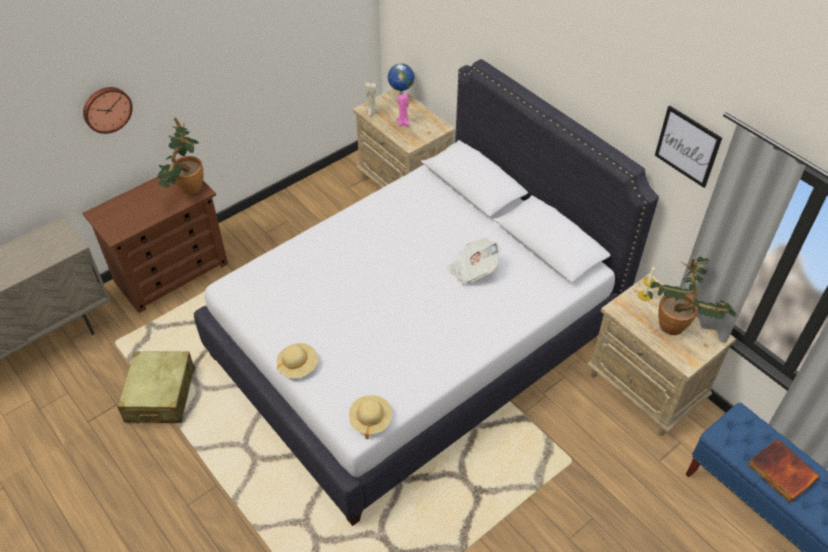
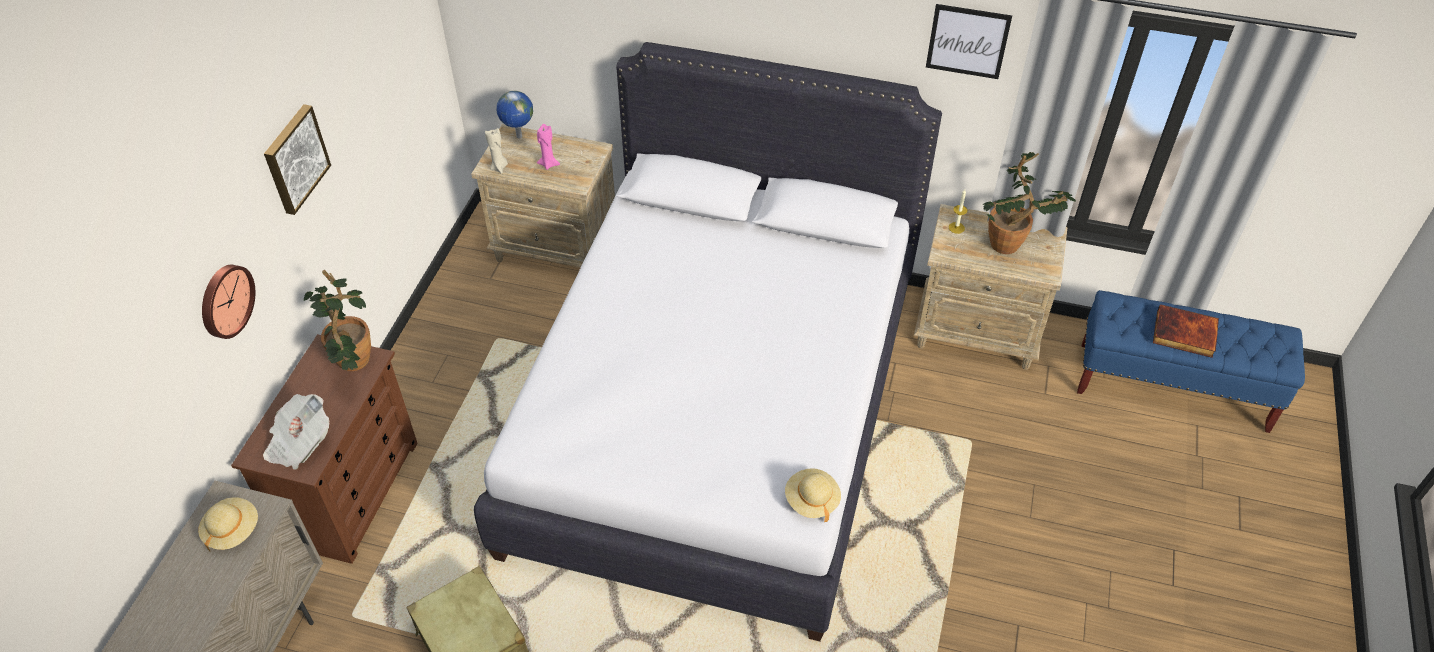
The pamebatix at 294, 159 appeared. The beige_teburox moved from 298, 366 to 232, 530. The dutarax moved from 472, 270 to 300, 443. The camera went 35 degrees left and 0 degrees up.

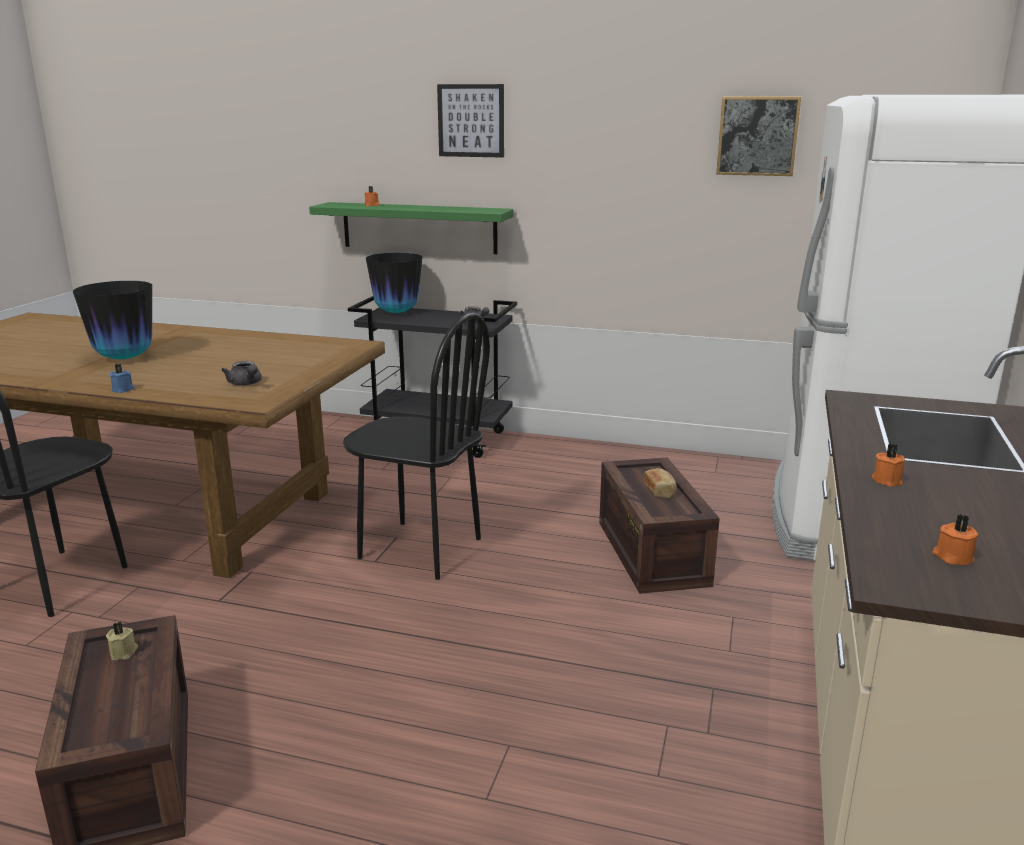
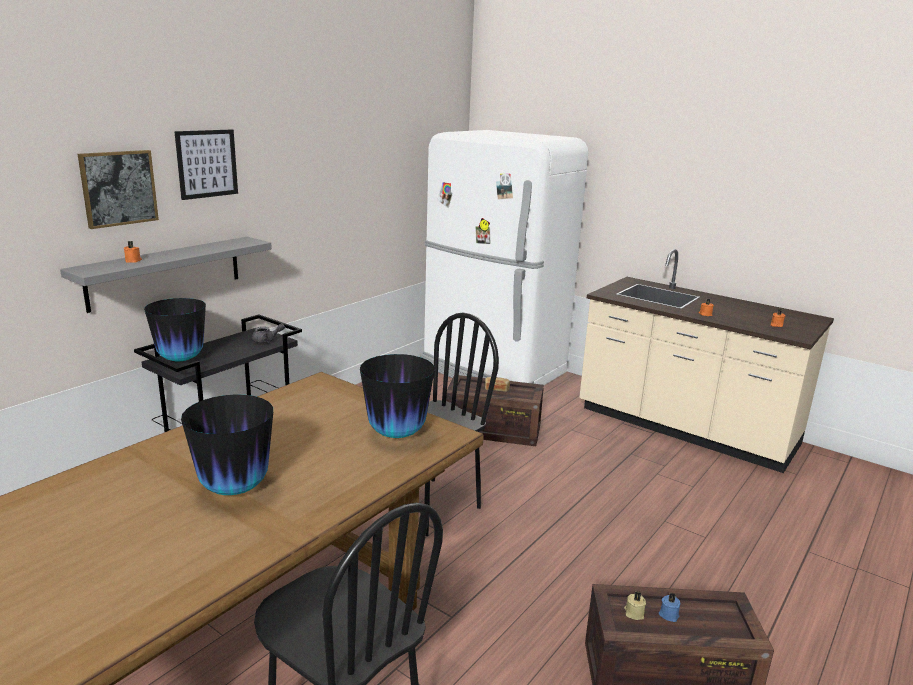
The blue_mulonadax moved from 123, 389 to 668, 614. The pamebatix moved from 757, 136 to 118, 188. The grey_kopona at 246, 384 was replaced by the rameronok at 397, 434. The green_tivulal at 419, 227 became the grey_tivulal at 166, 272. The camera went 70 degrees left and 0 degrees up.

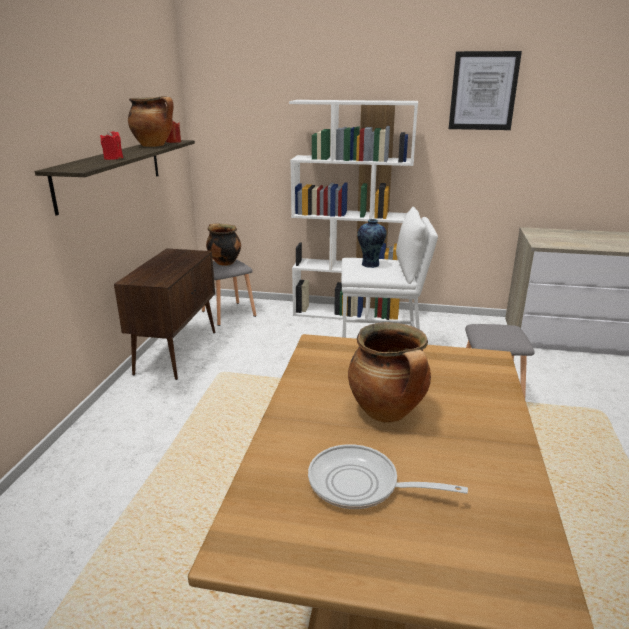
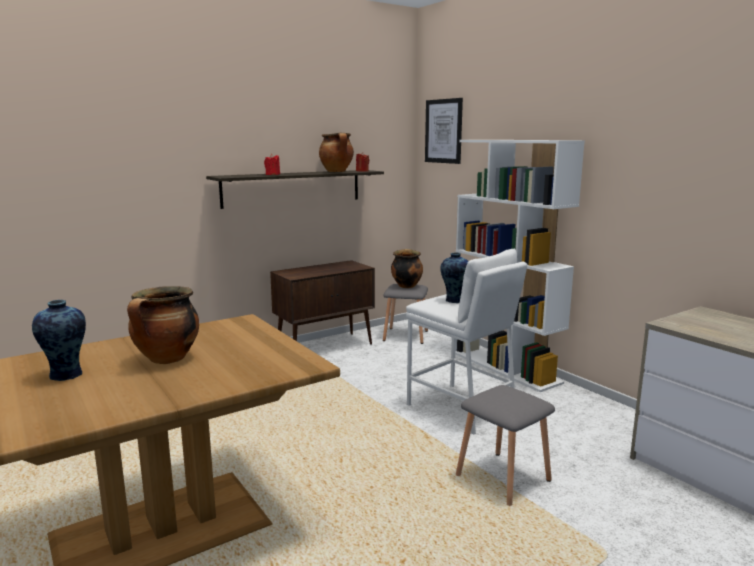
The pamebatix moved from 483, 91 to 443, 131. The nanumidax at 361, 485 was replaced by the rameronok at 66, 375. The camera went 45 degrees right and 10 degrees down.

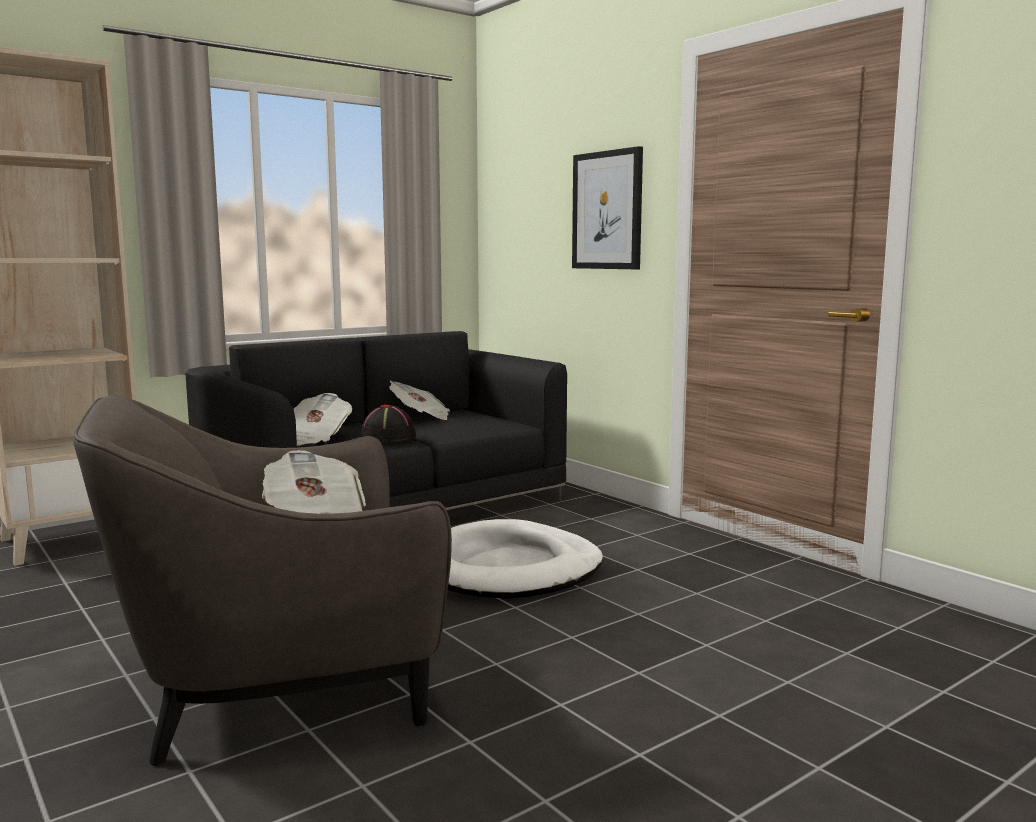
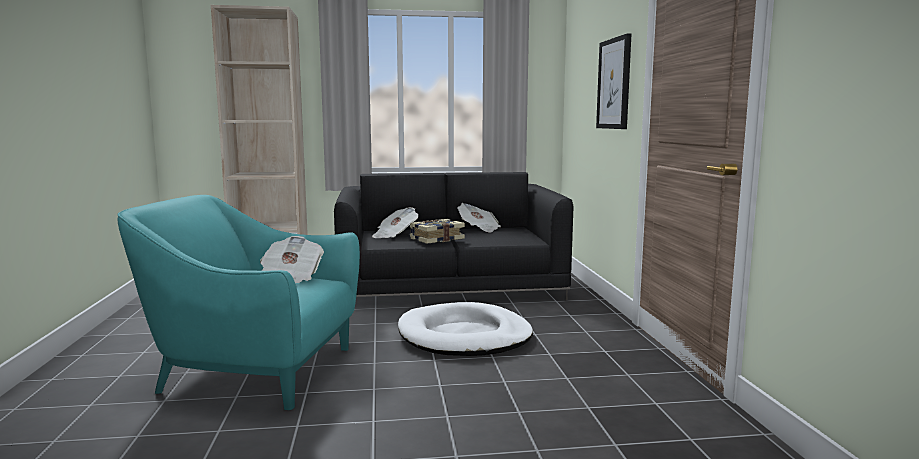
The black_teburox at 389, 437 was replaced by the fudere at 436, 239. The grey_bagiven at 278, 684 became the turquoise_bagiven at 255, 370. The camera went 30 degrees right and 0 degrees up.

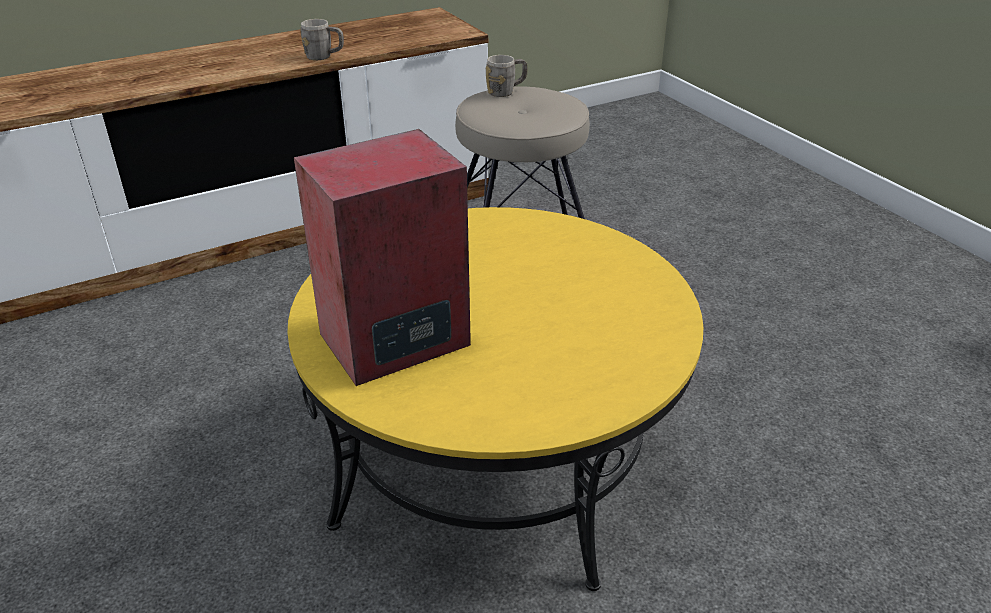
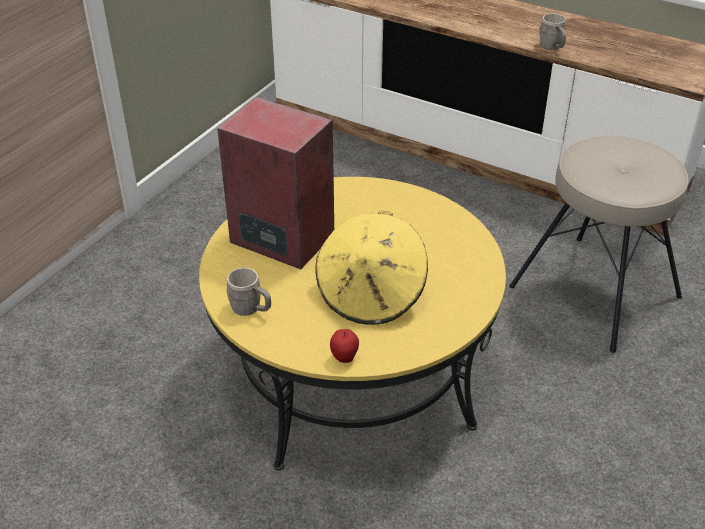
The yellow_teburox at 371, 294 appeared. The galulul at 344, 357 appeared. The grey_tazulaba moved from 506, 91 to 251, 309. The camera went 60 degrees right and 5 degrees up.

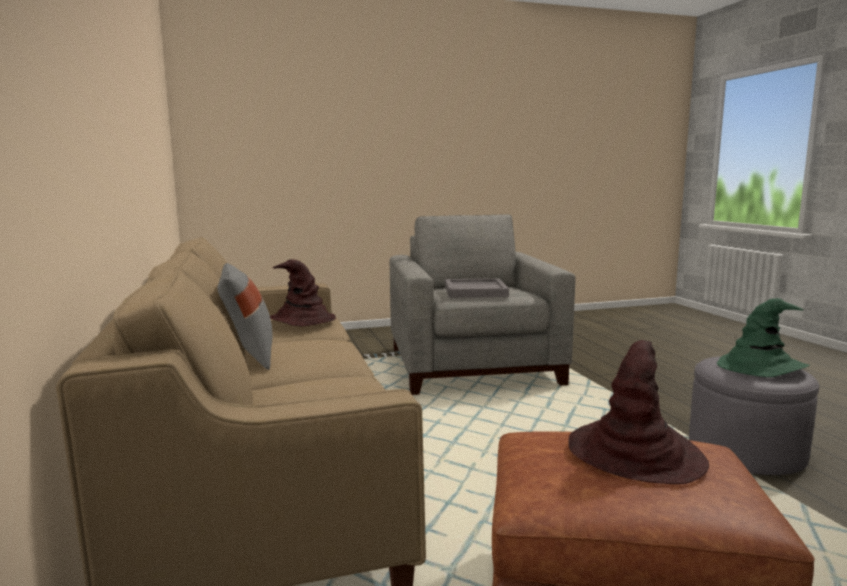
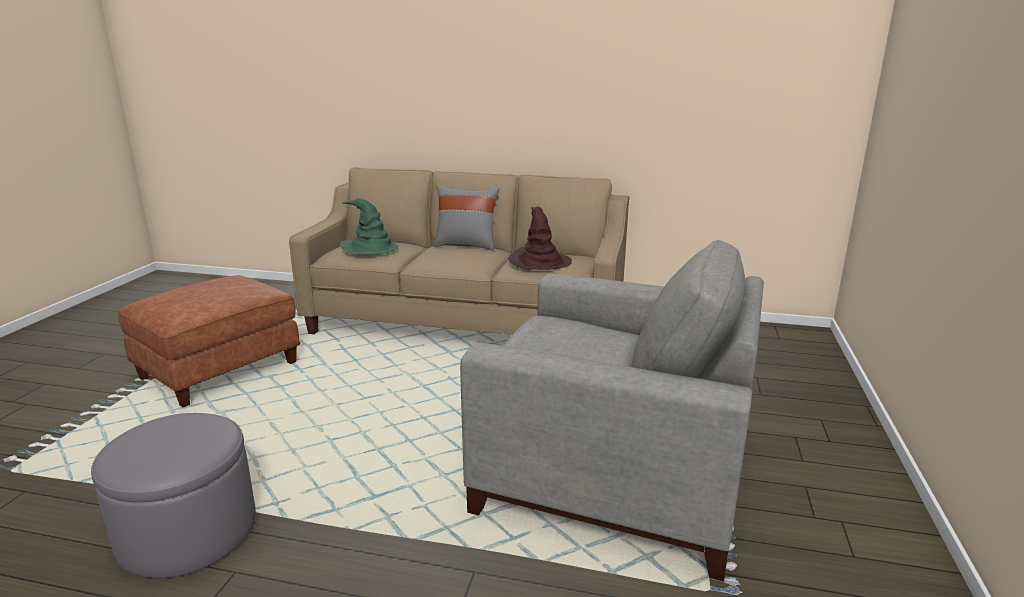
The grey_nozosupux at 476, 291 disappeared. The brown_teburox at 635, 453 disappeared. The green_teburox moved from 760, 367 to 370, 248. The camera went 120 degrees right and 10 degrees up.

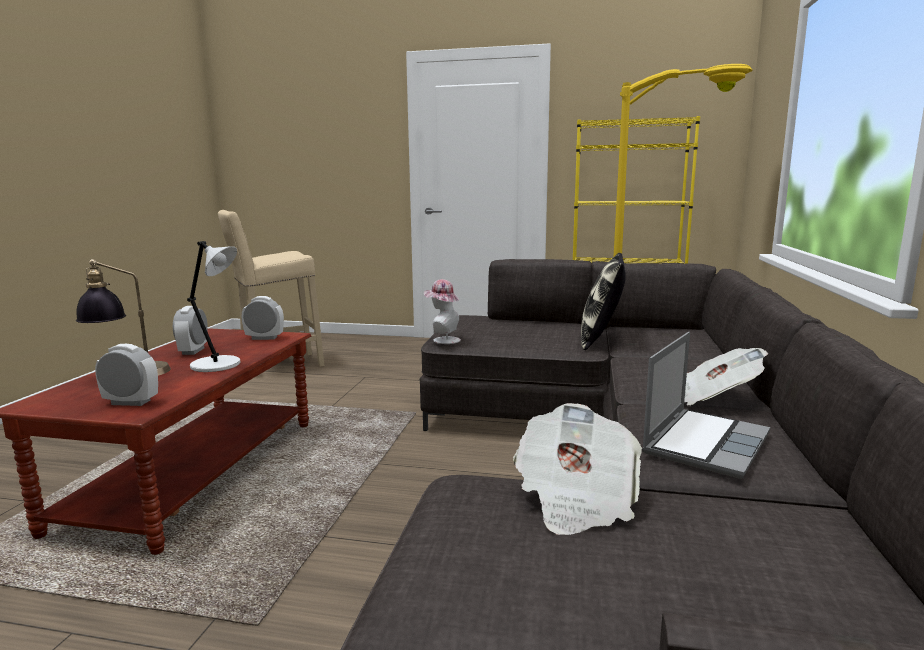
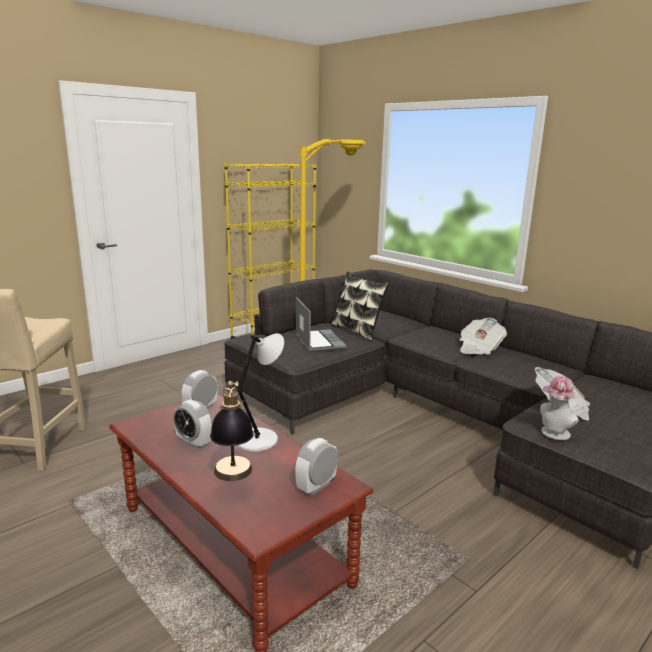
The teburox moved from 443, 340 to 553, 434. The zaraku moved from 705, 443 to 318, 341. The camera went 55 degrees left and 5 degrees up.

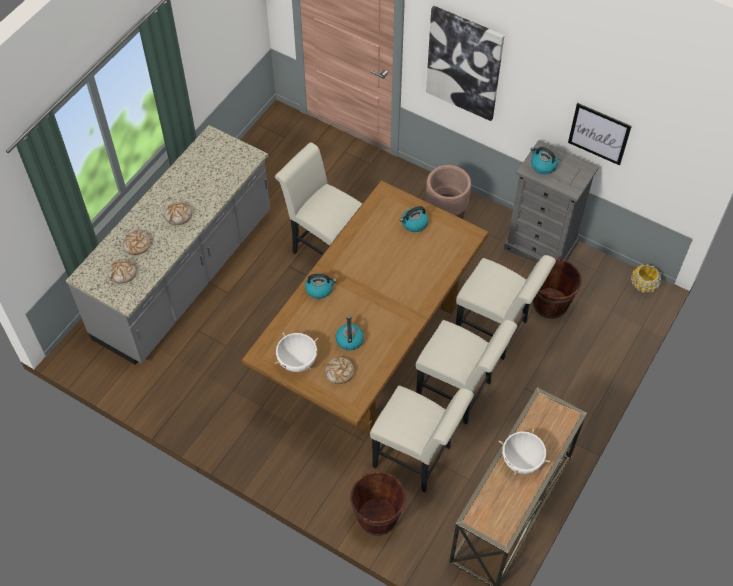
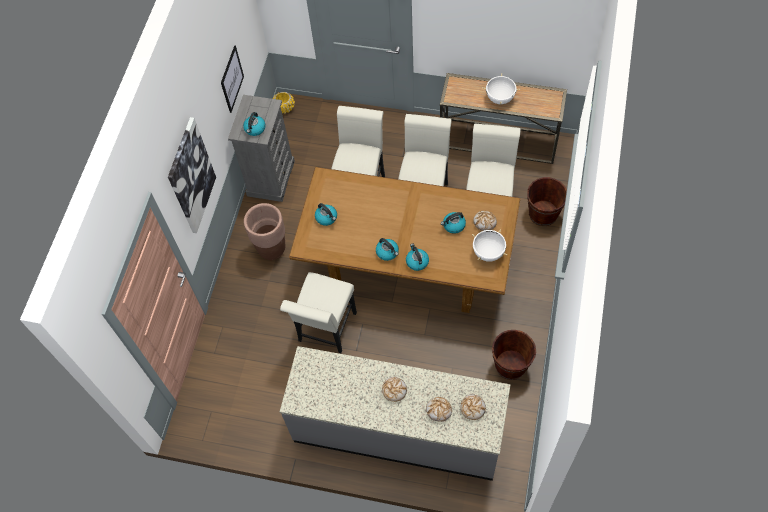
The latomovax at 387, 252 appeared. The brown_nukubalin moved from 550, 304 to 510, 365. The camera went 105 degrees left and 5 degrees up.

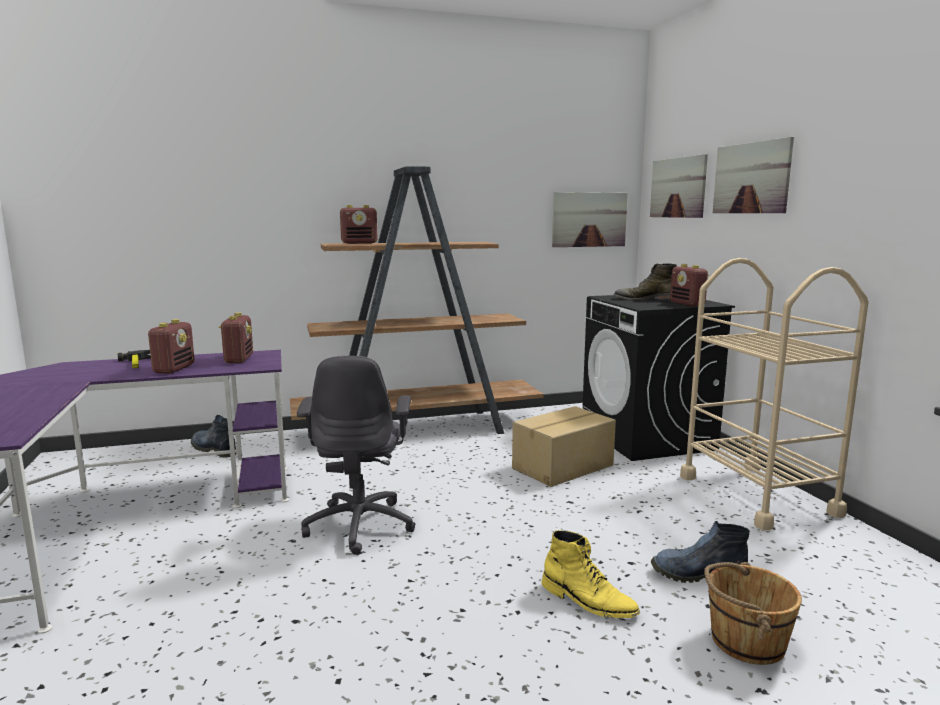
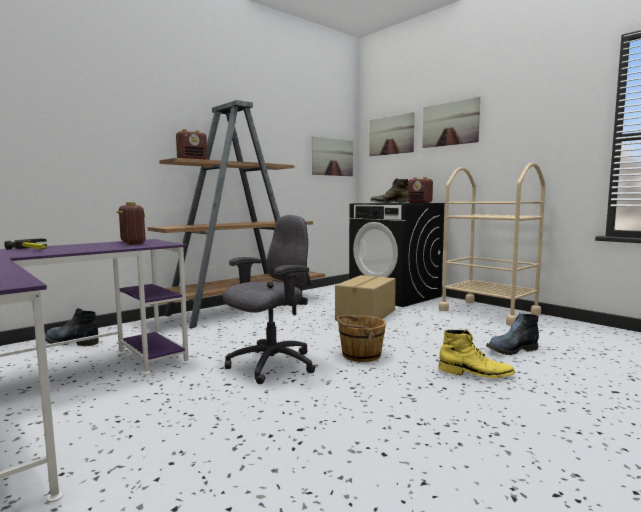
The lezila at 174, 369 disappeared. The brown_nukubalin moved from 745, 641 to 360, 355. The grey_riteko at 360, 525 turned 105 degrees counterclockwise. The camera went 25 degrees left and 5 degrees down.

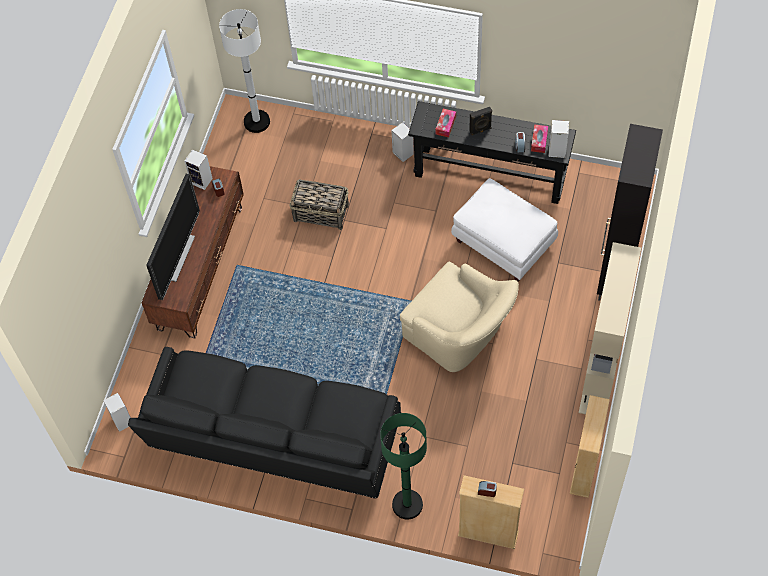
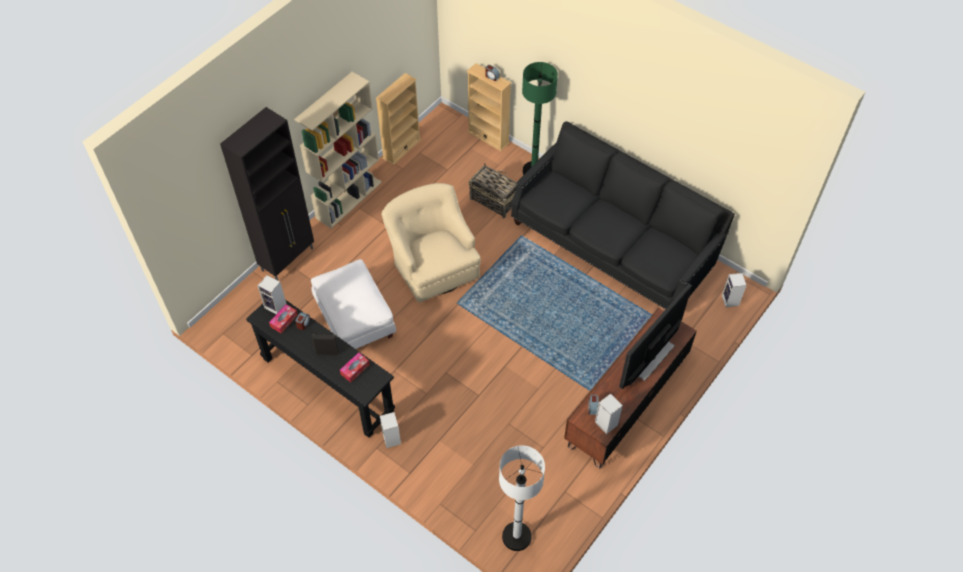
The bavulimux moved from 321, 213 to 493, 200. The camera went 160 degrees left and 5 degrees down.

